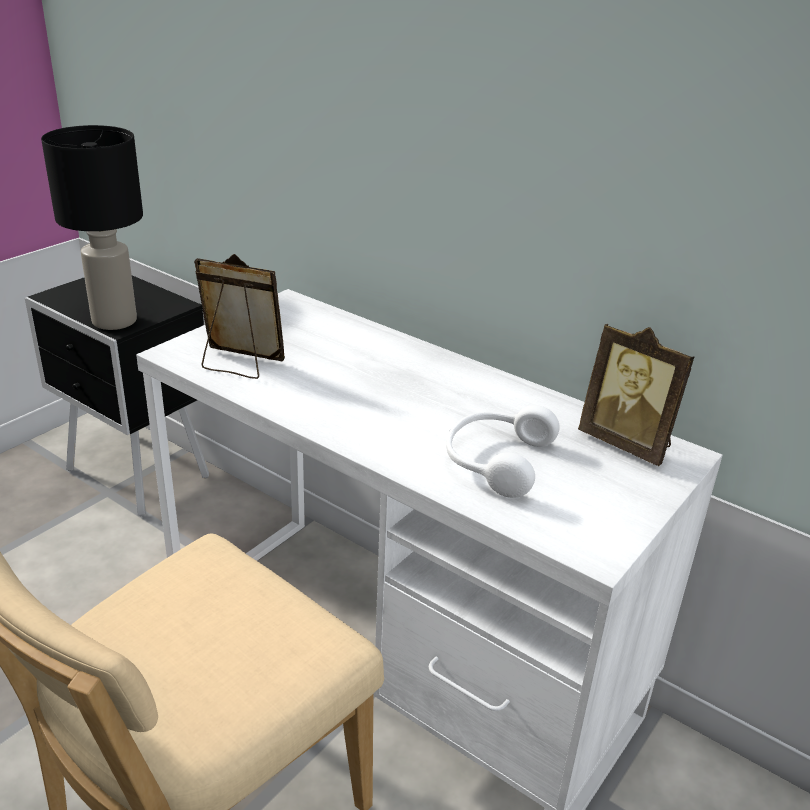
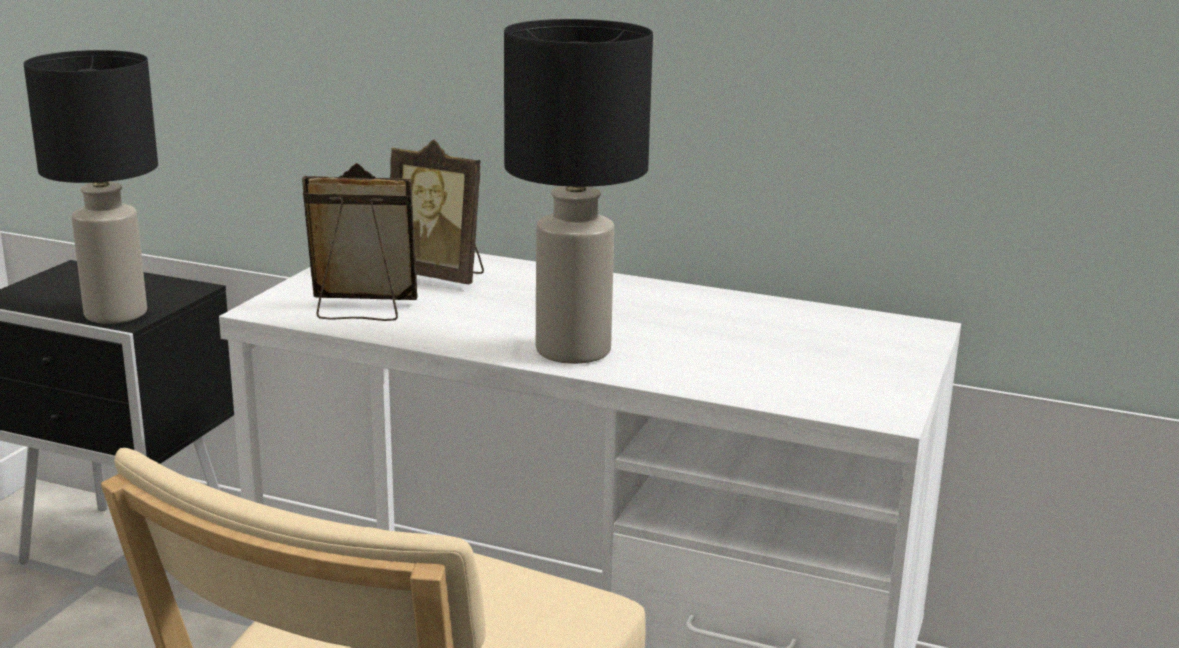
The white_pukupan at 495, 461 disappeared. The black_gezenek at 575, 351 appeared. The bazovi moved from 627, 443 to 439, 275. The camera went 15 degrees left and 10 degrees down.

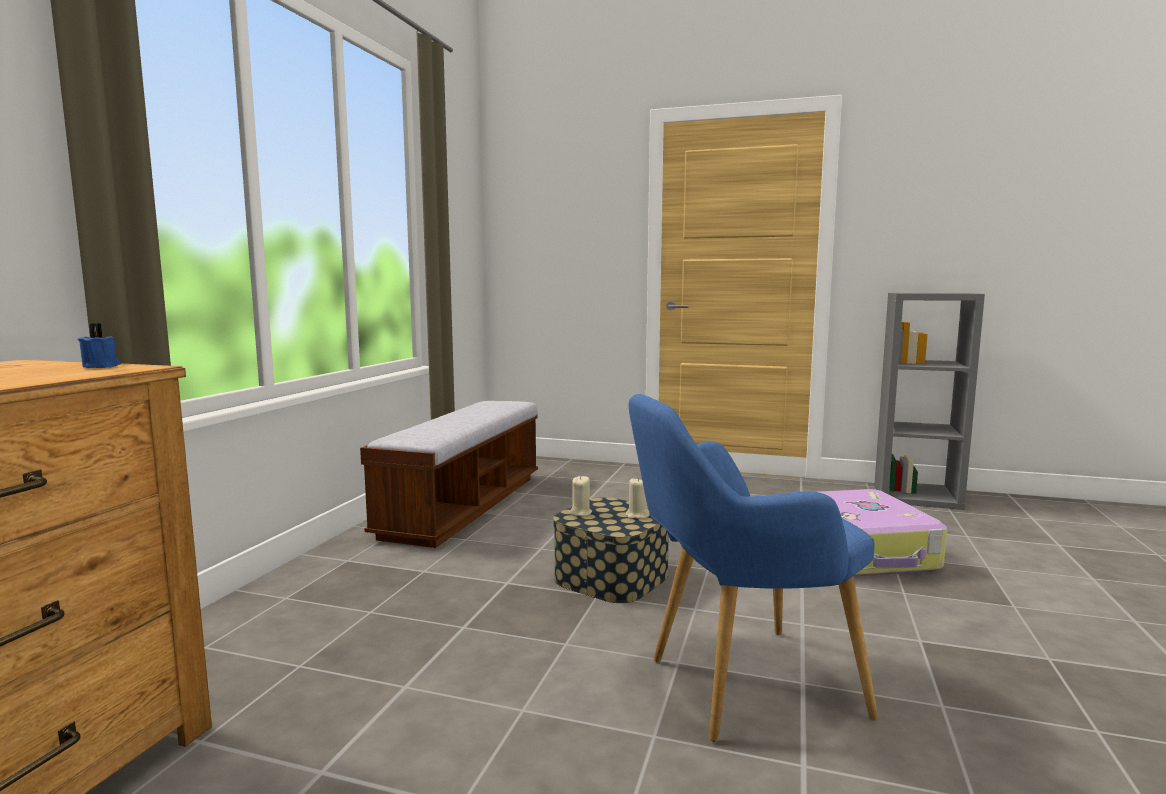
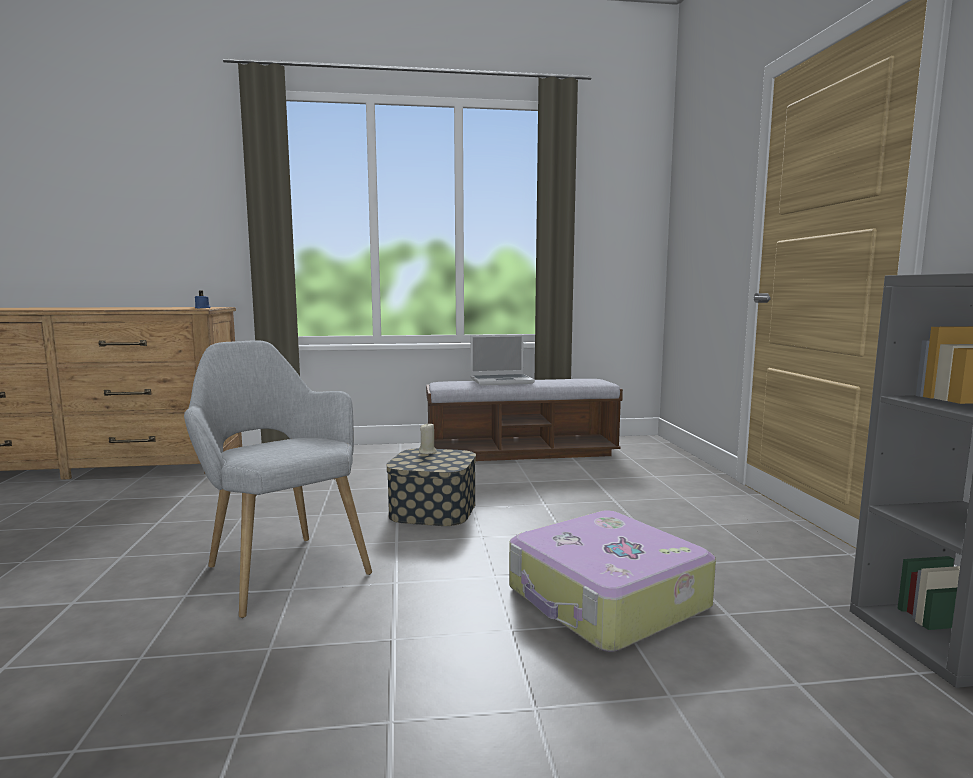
The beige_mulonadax at 637, 515 disappeared. The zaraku at 502, 381 appeared. The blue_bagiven at 739, 686 became the grey_bagiven at 280, 568. The camera went 65 degrees right and 0 degrees up.

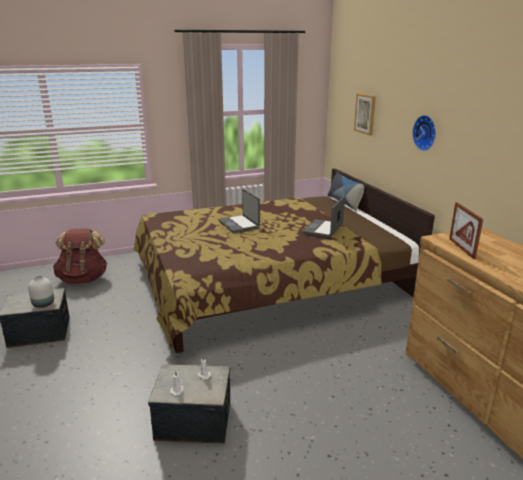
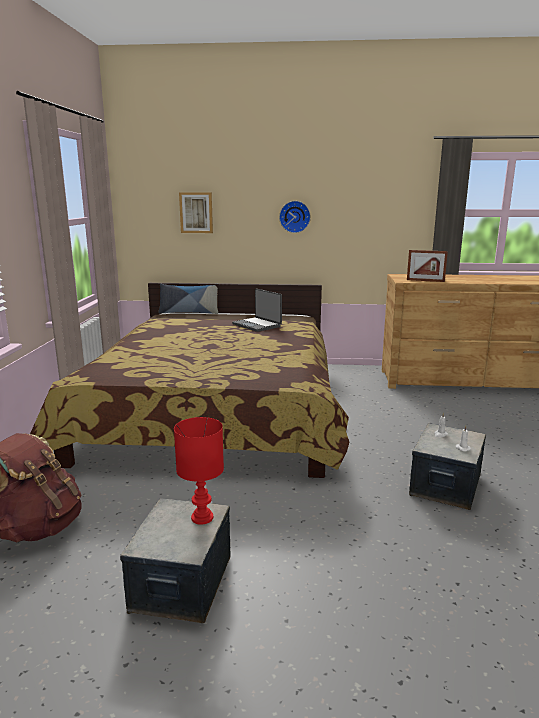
The zaraku at 239, 224 disappeared. The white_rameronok at 43, 304 was replaced by the red_gezenek at 201, 518. The camera went 65 degrees left and 5 degrees down.

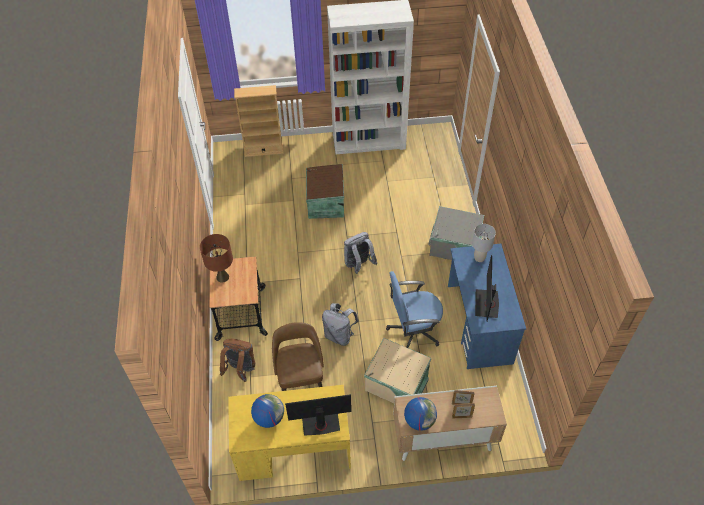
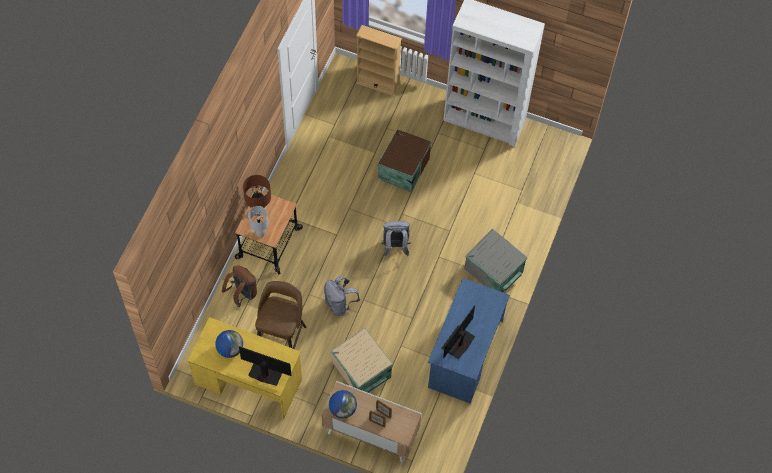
The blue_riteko at 413, 330 disappeared. The grey_gezenek moved from 479, 258 to 260, 233. The camera went 25 degrees right and 10 degrees up.

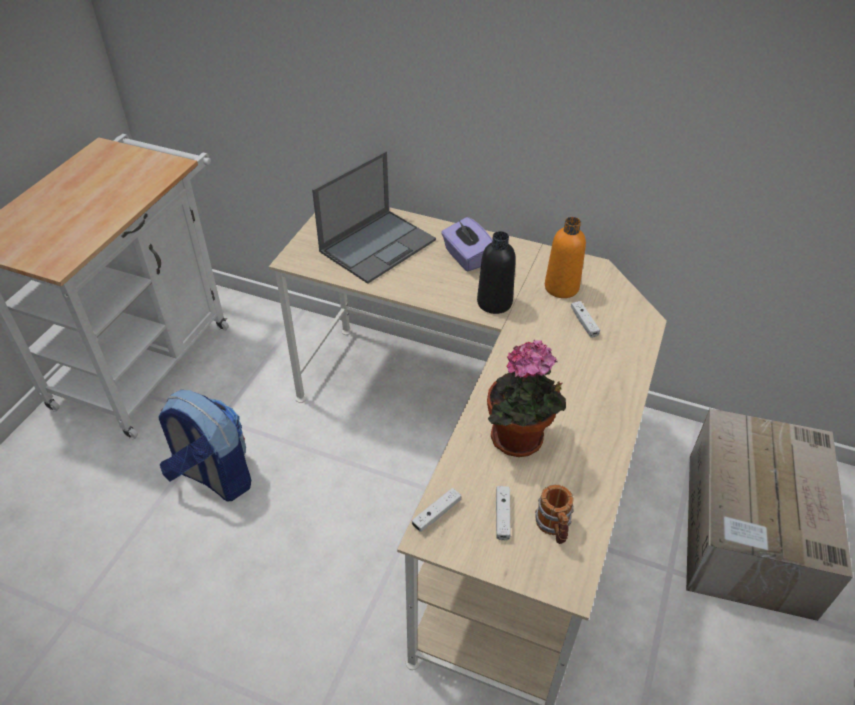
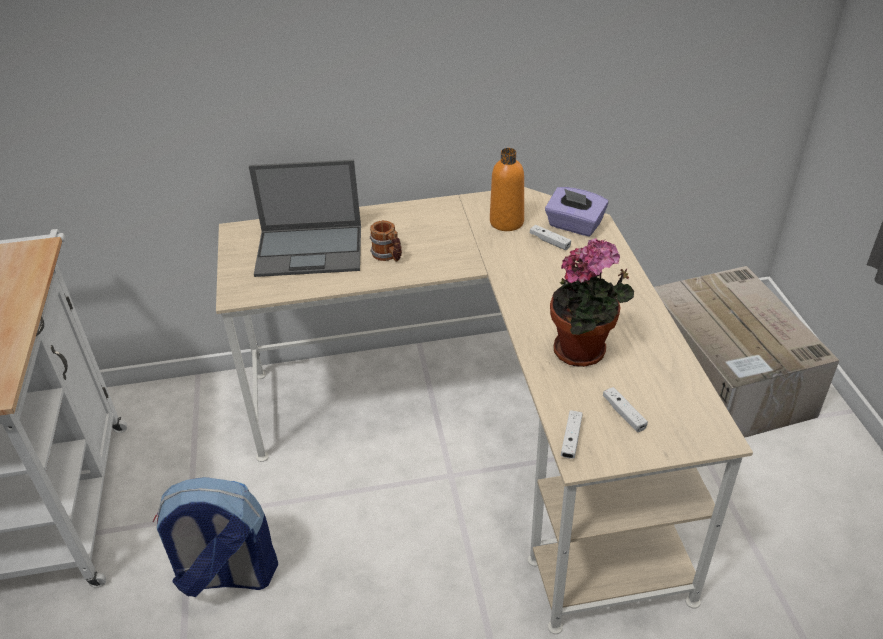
The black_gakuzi at 494, 302 disappeared. The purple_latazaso moved from 466, 257 to 574, 225. The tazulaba moved from 554, 527 to 388, 256. The zaraku at 378, 245 turned 75 degrees clockwise. The camera went 30 degrees left and 5 degrees down.

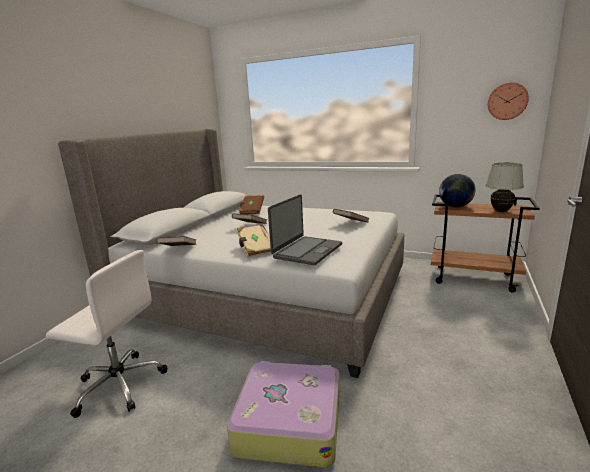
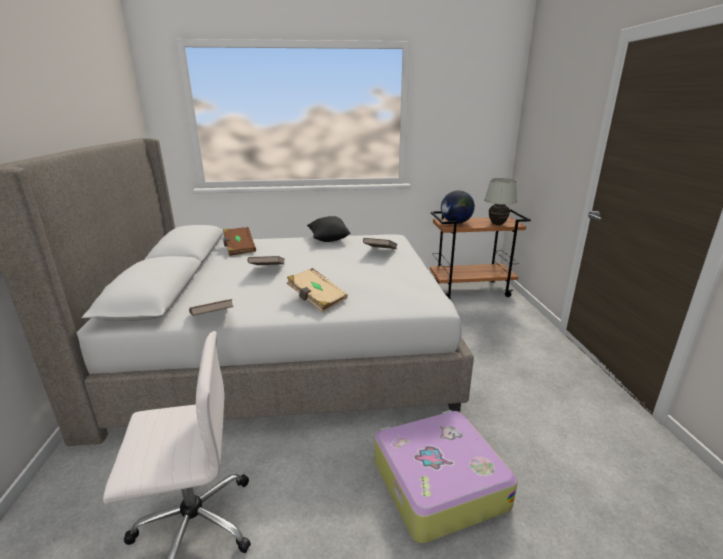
The zaraku at 307, 251 disappeared. The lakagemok at 507, 101 disappeared. The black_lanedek at 328, 239 appeared. The camera went 30 degrees left and 5 degrees up.

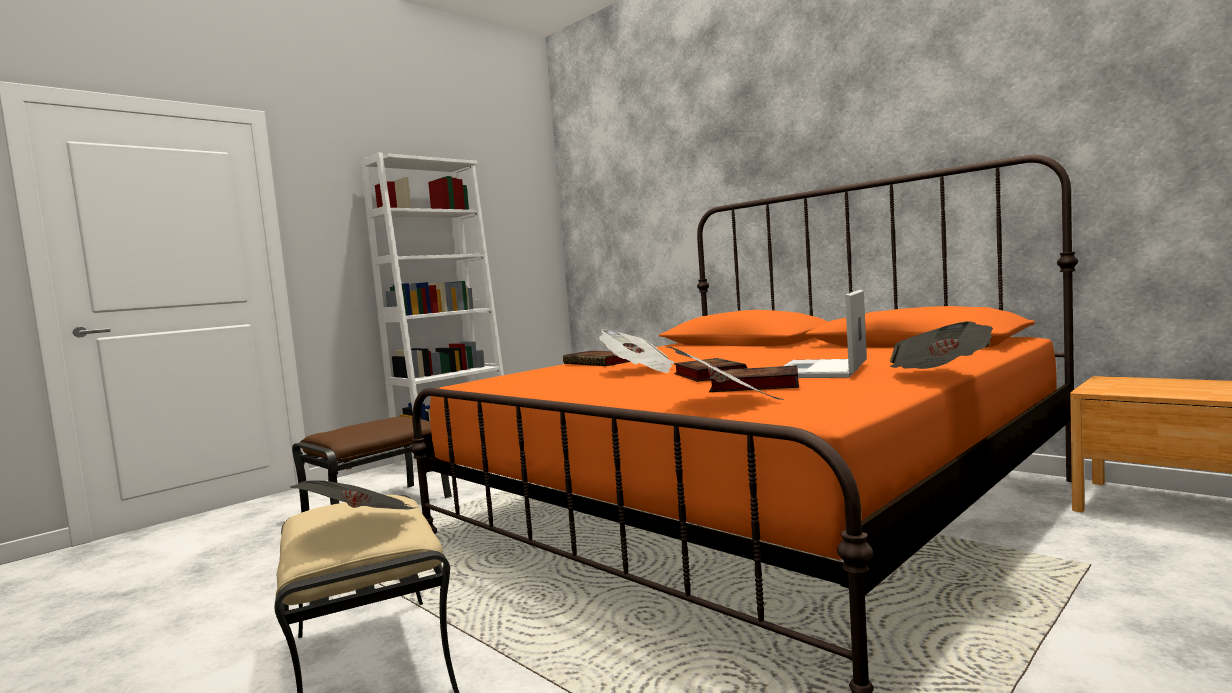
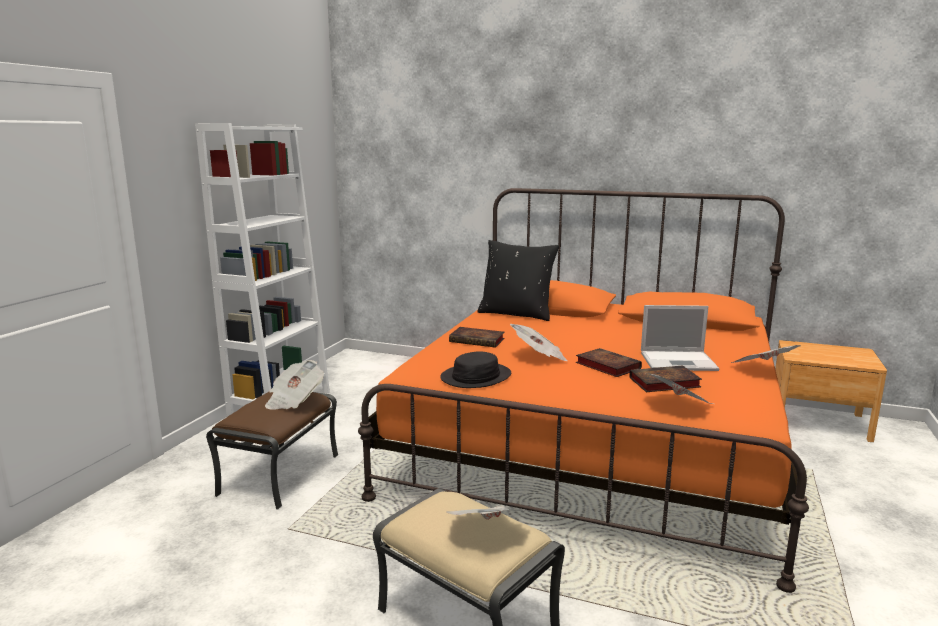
The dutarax at 294, 400 appeared. The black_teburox at 476, 377 appeared. The black_lanedek at 516, 313 appeared. The zaraku at 821, 370 turned 90 degrees counterclockwise. The camera went 25 degrees left and 10 degrees up.

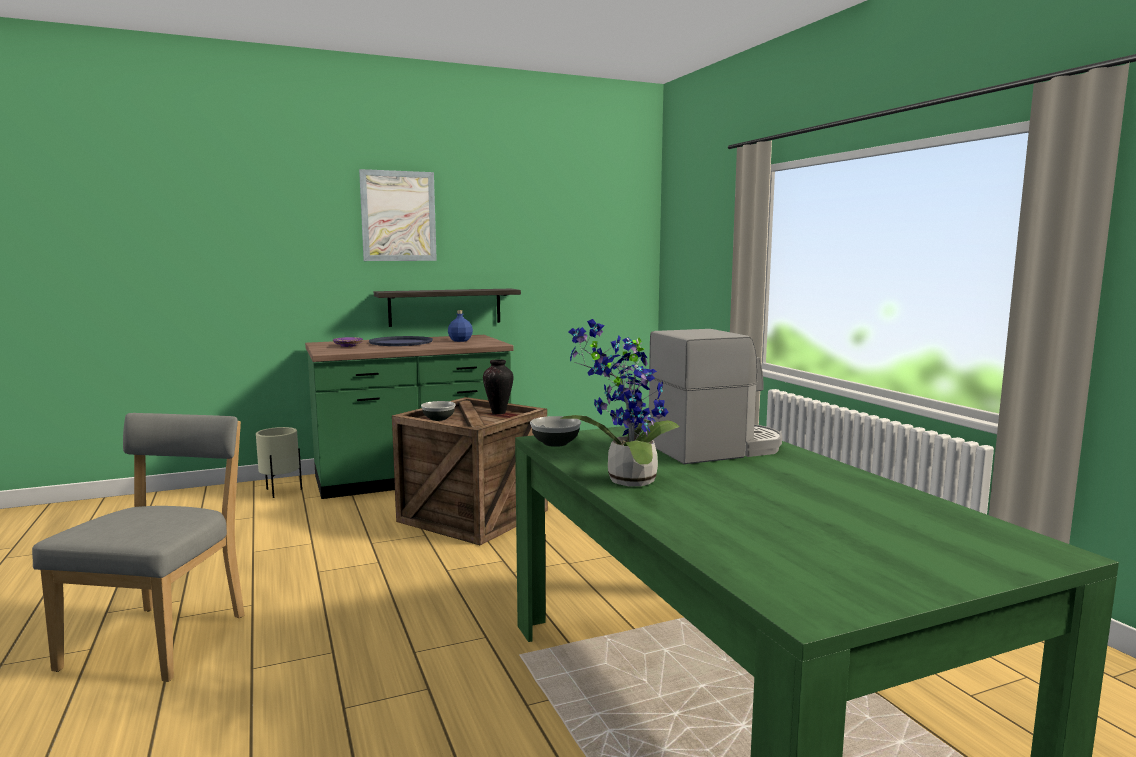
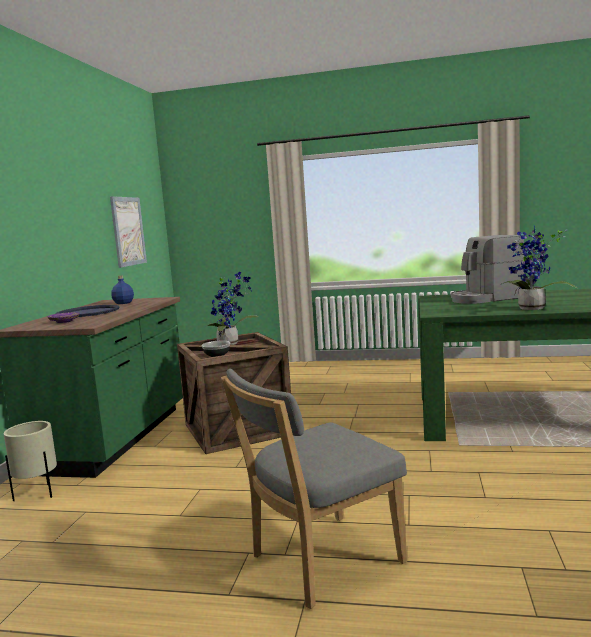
The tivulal at 445, 307 disappeared. The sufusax at 555, 443 disappeared. The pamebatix moved from 398, 216 to 128, 231. The rameronok at 498, 413 was replaced by the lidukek at 231, 343. The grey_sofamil at 163, 638 turned 75 degrees counterclockwise. The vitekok at 717, 448 turned 120 degrees counterclockwise. The camera went 55 degrees left and 0 degrees up.

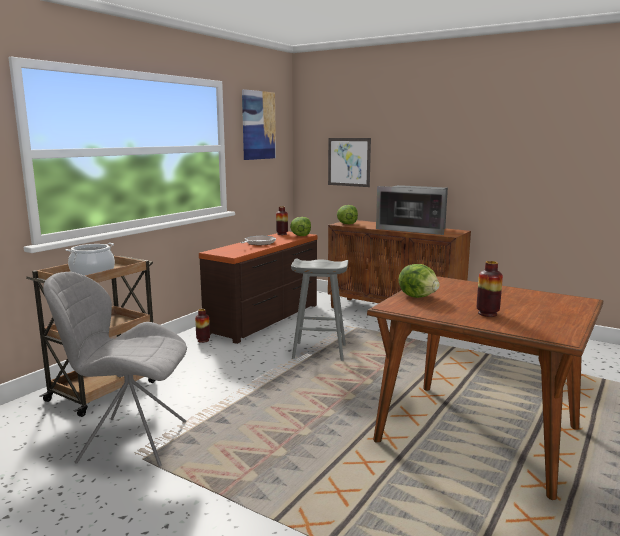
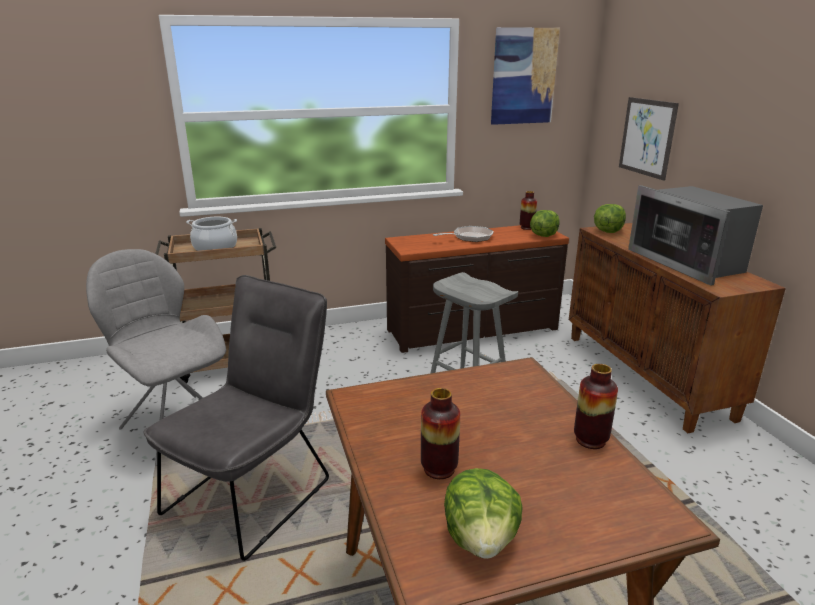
The grey_sofamil at 256, 490 appeared. The rameronok moved from 203, 340 to 590, 440. The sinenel moved from 418, 296 to 481, 539. The camera went 40 degrees right and 10 degrees up.

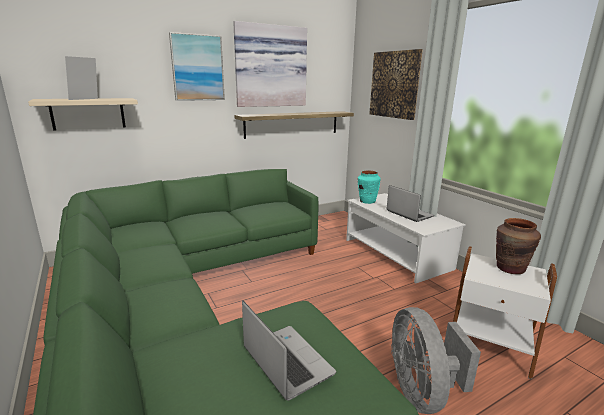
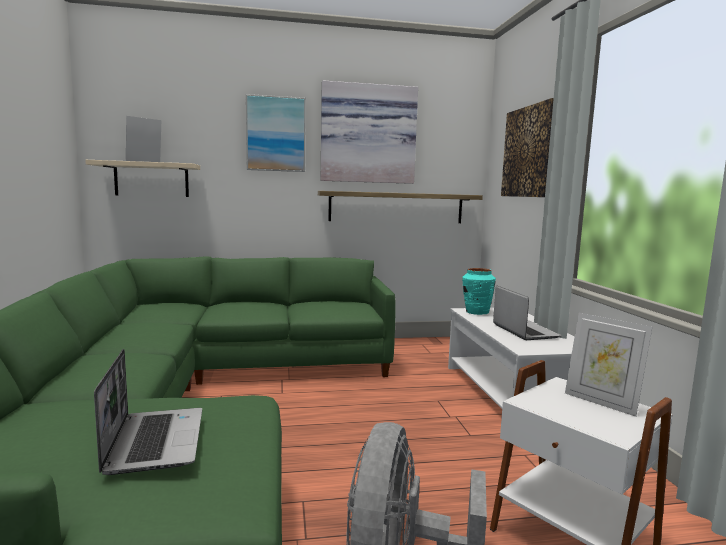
The brown_rameronok at 510, 268 was replaced by the bazovi at 601, 402. The camera went 20 degrees right and 10 degrees down.

